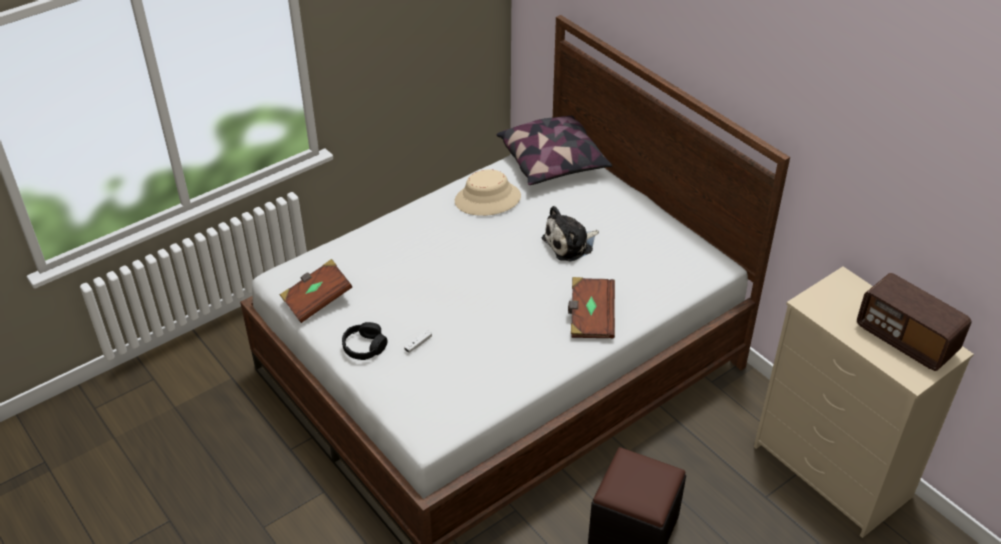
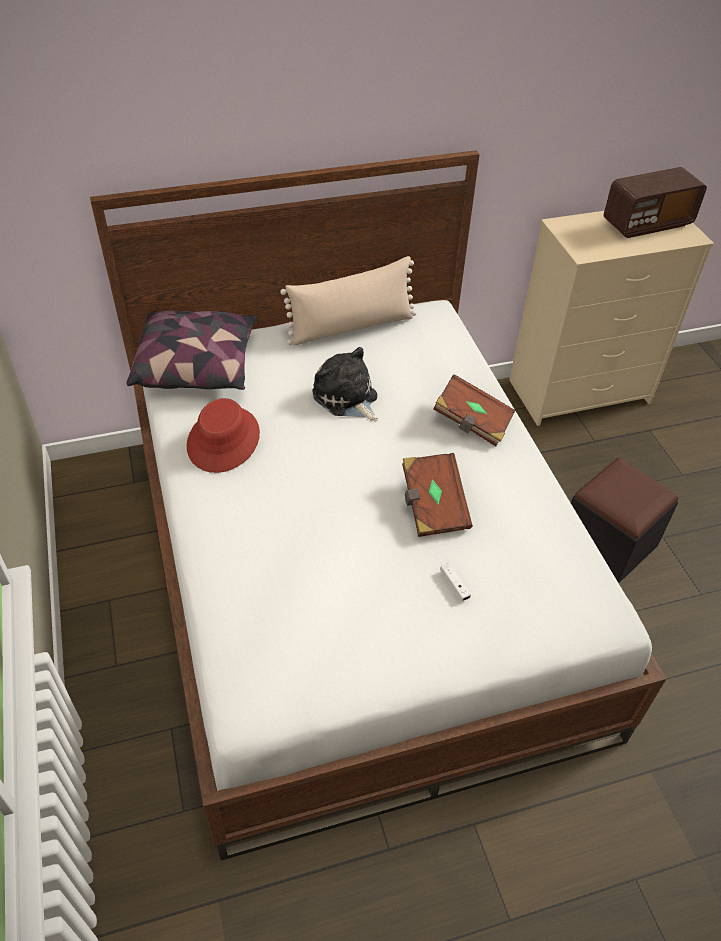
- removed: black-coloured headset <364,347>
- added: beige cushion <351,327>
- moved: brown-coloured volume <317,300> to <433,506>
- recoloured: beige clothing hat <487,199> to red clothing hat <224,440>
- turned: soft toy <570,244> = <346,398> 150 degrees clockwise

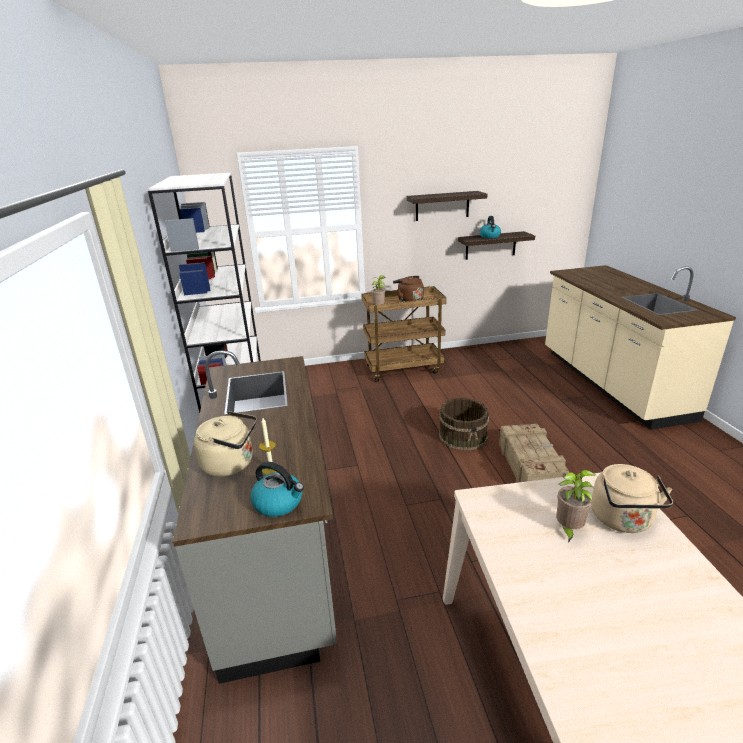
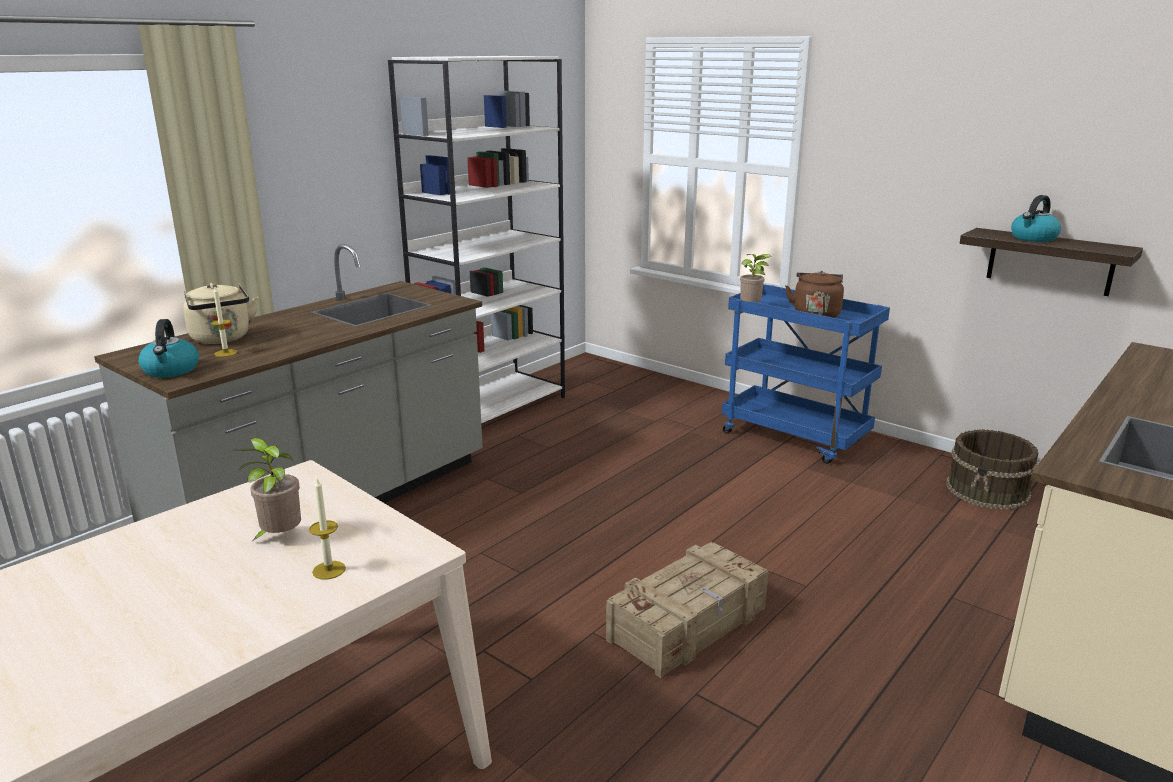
- removed: bracket shelf <442,206>
- moved: brown-coloured water bucket <463,436> to <988,490>
- replaced: beige tea kettle <623,520> to wax candle <329,570>
- recoloured: brown-coloured cart <404,368> to blue cart <796,437>

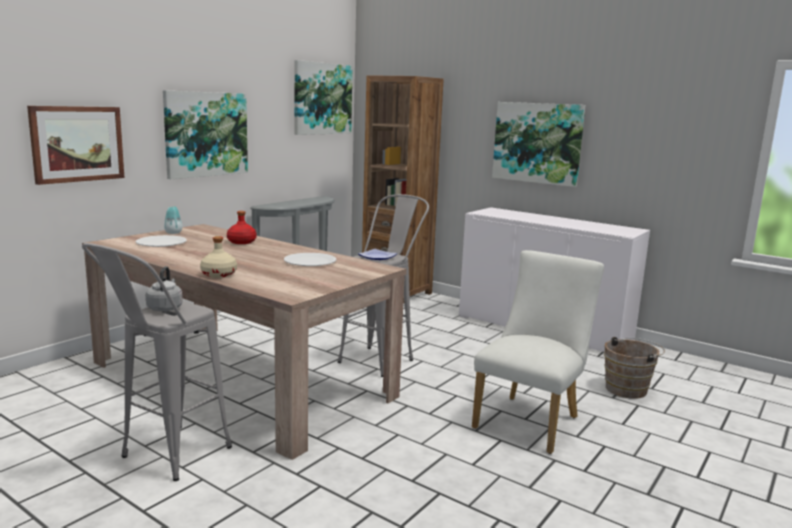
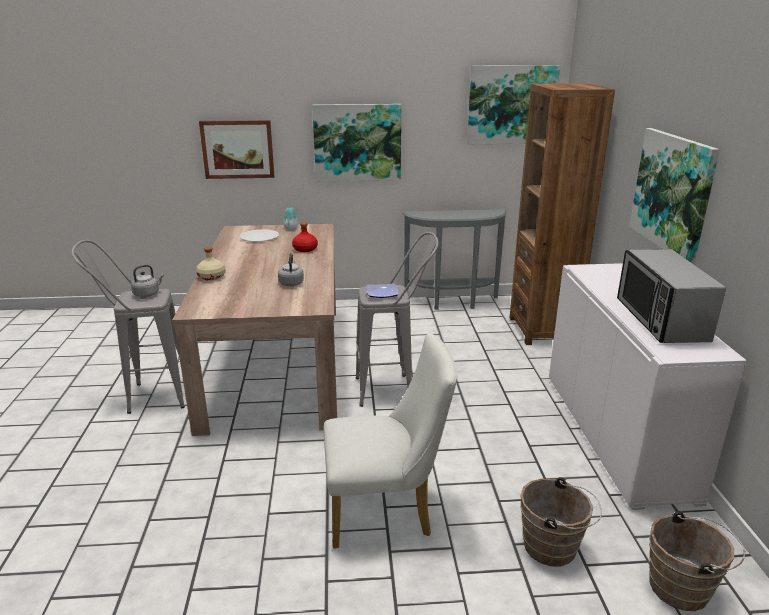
- added: microwave oven <660,320>
- added: brown-coloured water bucket <684,588>
- replaced: white-coloured plate <310,261> to greyish tea kettle <291,283>

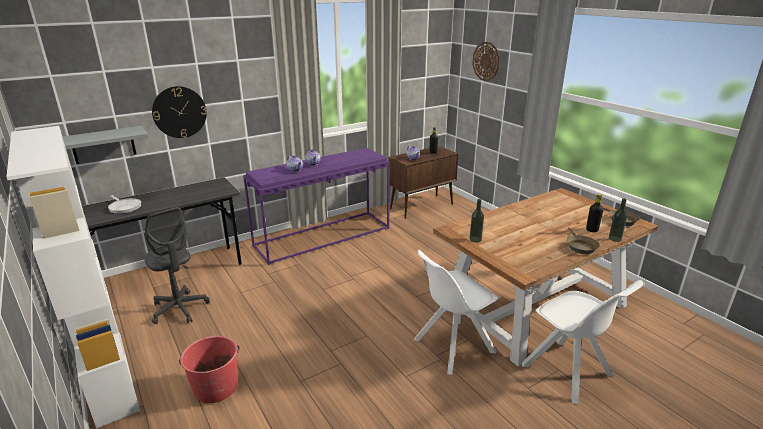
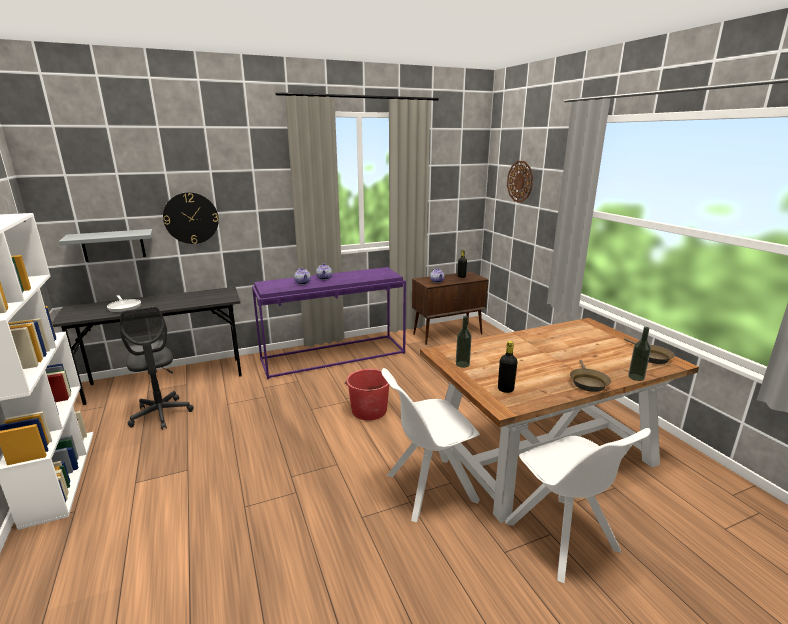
- moved: red water bucket <215,386> to <369,410>
- moved: black-coloured bottle <592,230> to <505,389>

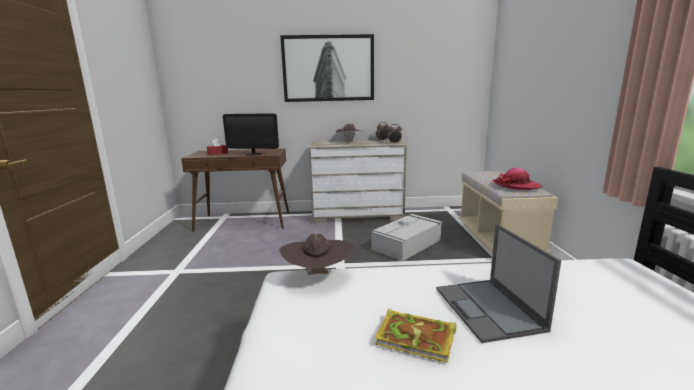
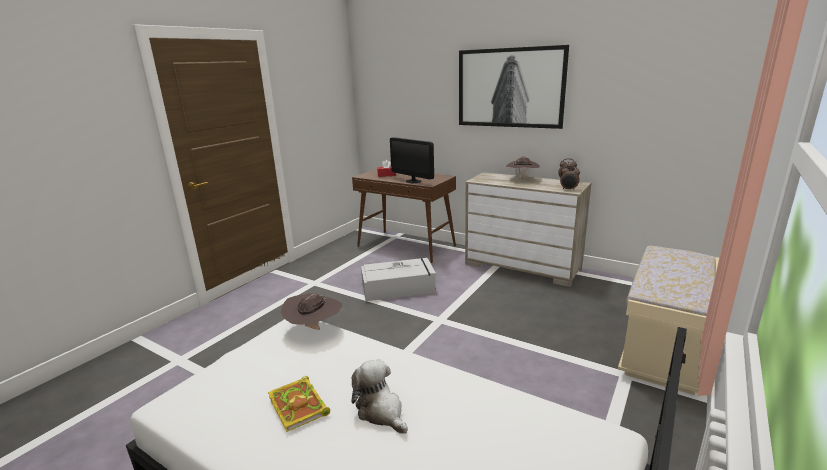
- removed: clothing hat <516,186>
- moved: greyish storage container <407,244> to <399,287>
- replaced: portable computer <489,309> to soft toy <381,411>

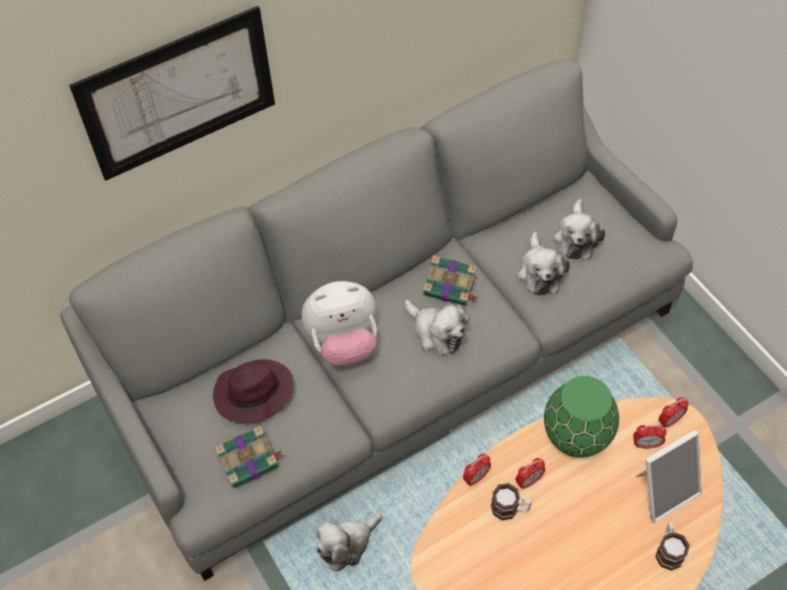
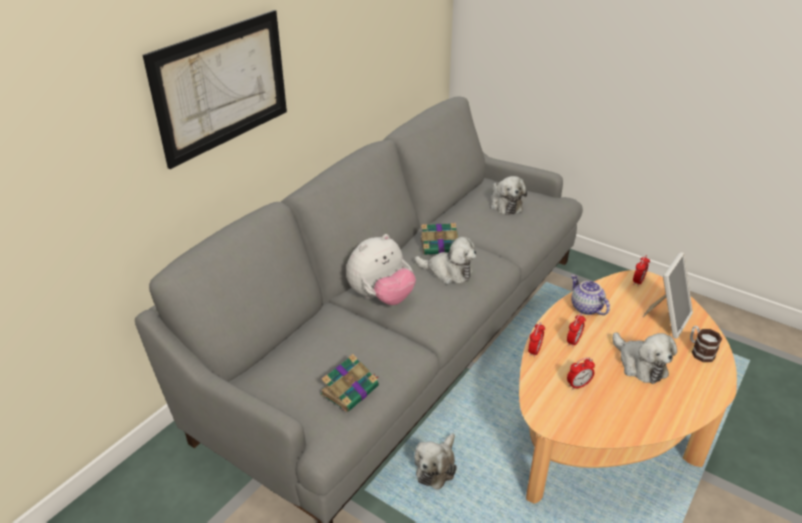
- removed: purple-coloured clothing hat <253,394>
- removed: mug <510,509>
- moved: soft toy <539,272> to <640,364>
- moved: alarm clock <646,444> to <578,385>
- replaced: green-coloured decorative vase <575,438> to pot for tea <585,308>

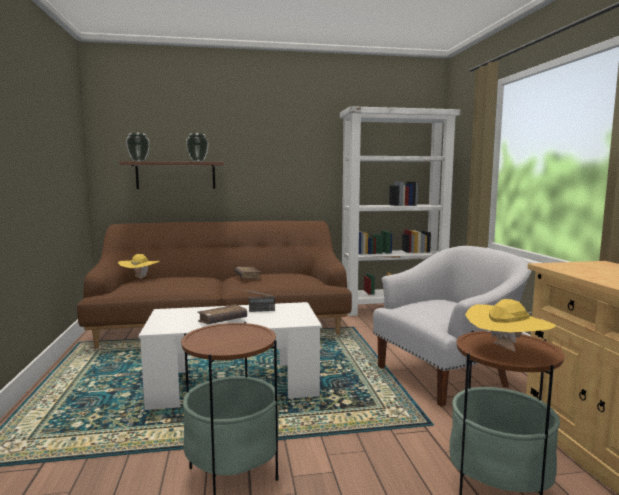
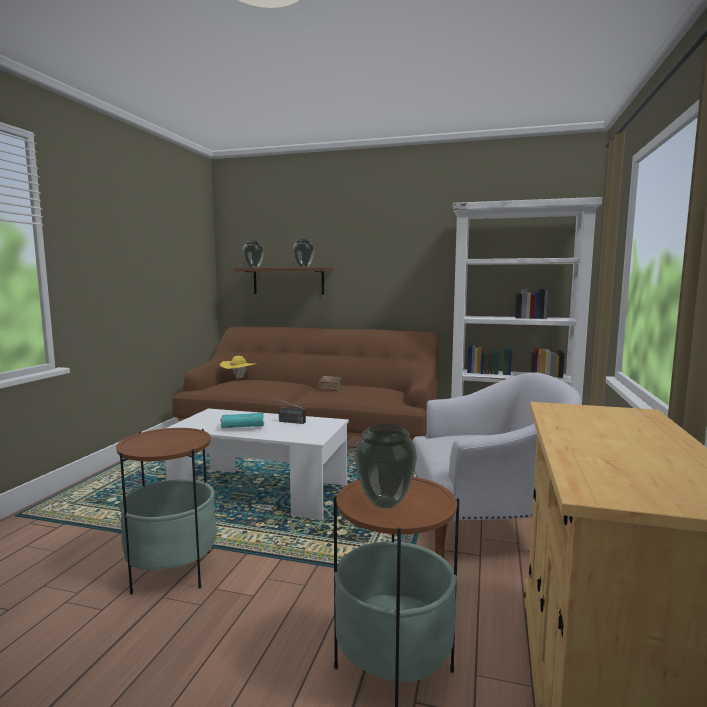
- replaced: yellow clothing hat <506,351> to decorative vase <384,502>
- recoloured: brown-coloured volume <222,321> to turquoise-coloured volume <243,427>

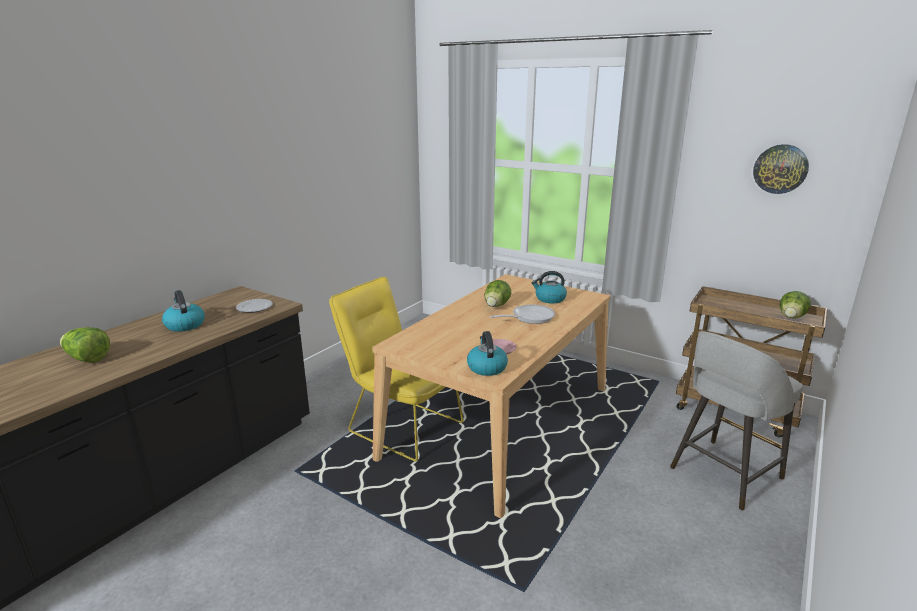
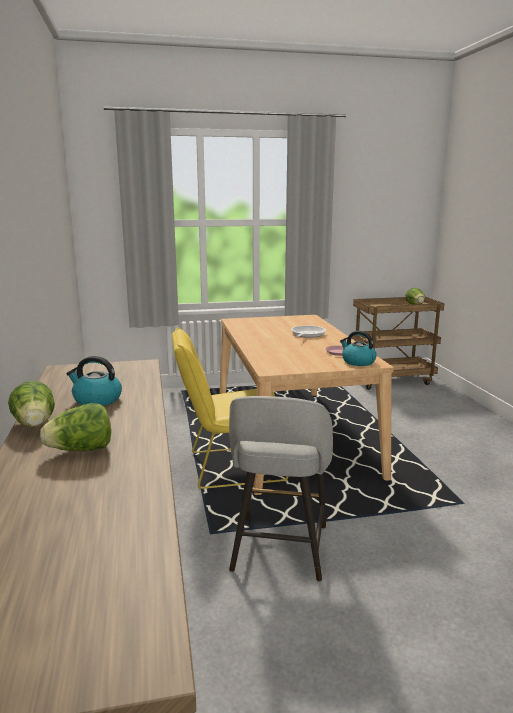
- removed: plate <255,307>
- removed: tea kettle <549,299>
- removed: wall clock <780,169>
- moved: lettuce <496,306> to <35,425>
- moved: greyish stool seat <723,474> to <279,550>

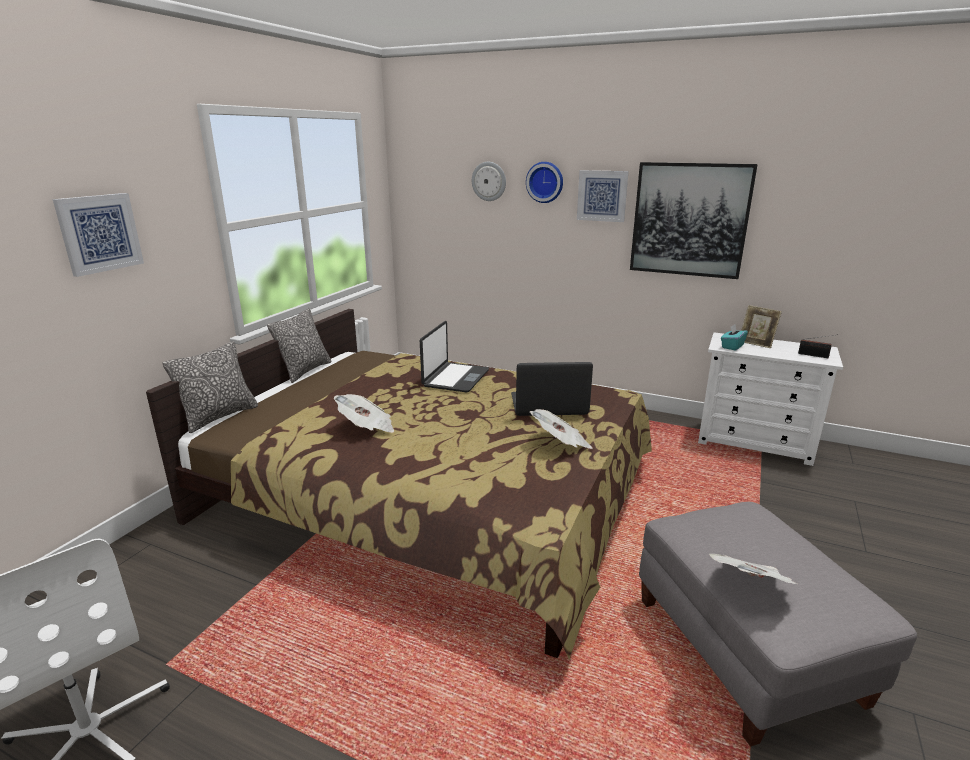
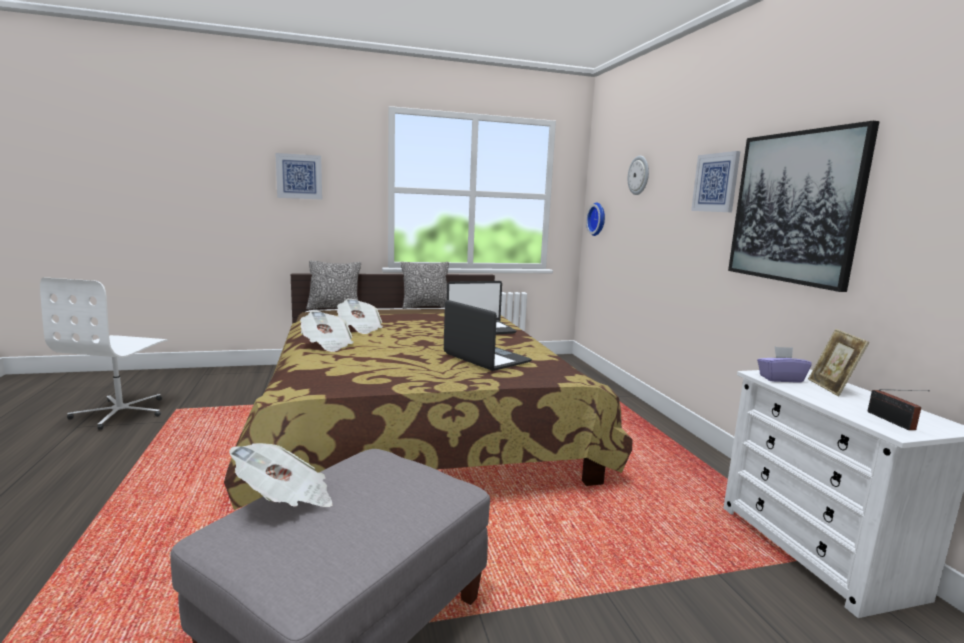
- moved: wall clock <545,182> to <598,219>
- moved: daily paper <561,444> to <327,345>
- recoloured: turquoise-coloured tissue box <732,346> to purple-coloured tissue box <780,379>

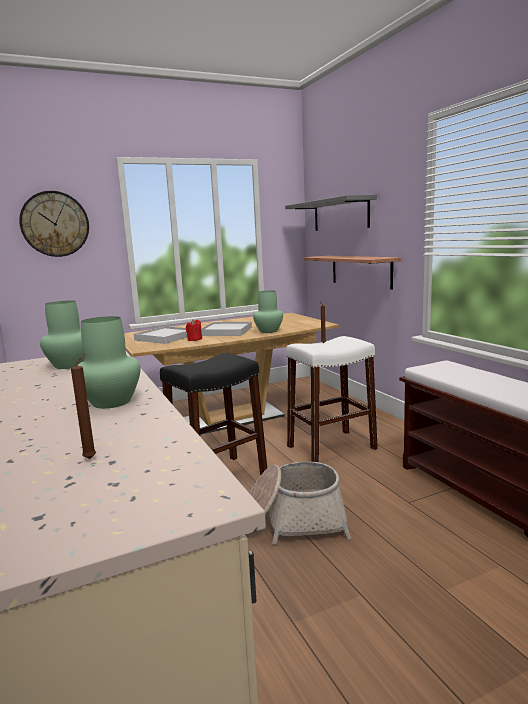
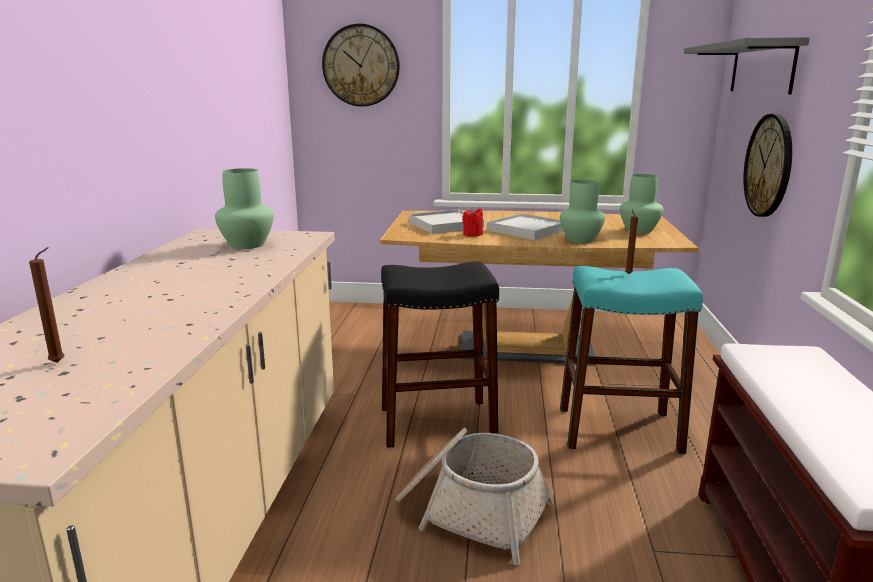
- moved: green-coloured decorative vase <110,402> to <638,230>
- replaced: bracket shelf <360,271> to wall clock <769,166>
- recoloured: white-coloured stool seat <331,448> to turquoise-coloured stool seat <618,429>

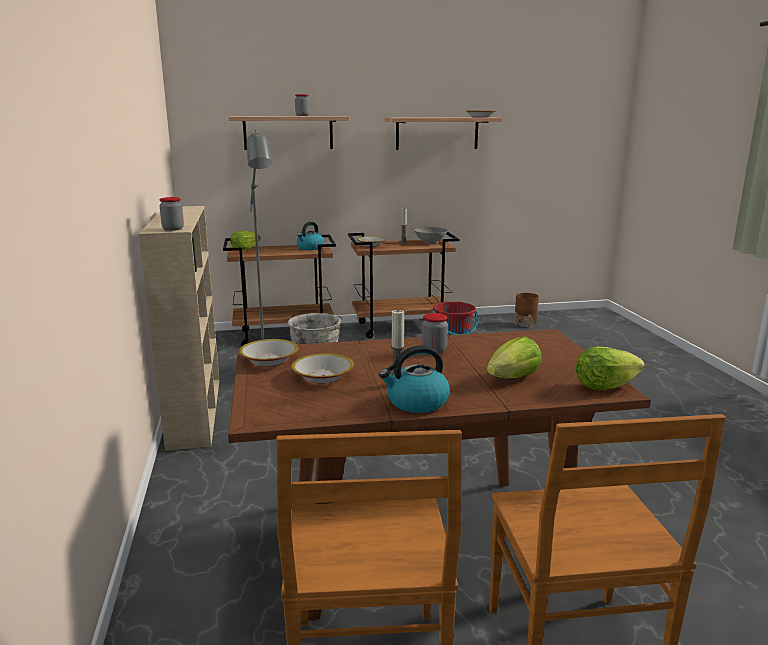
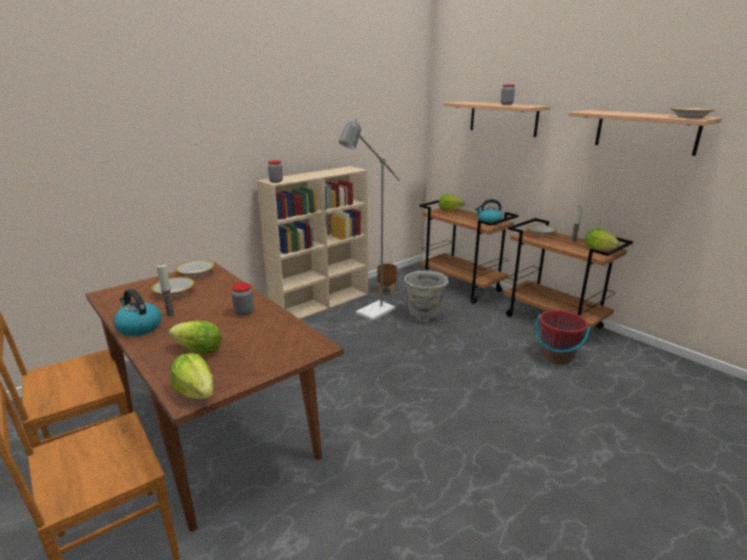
- moved: brown-coloured flower pot <524,324> to <386,291>
- replaced: greyish serving bowl <430,242> to lettuce <599,249>

